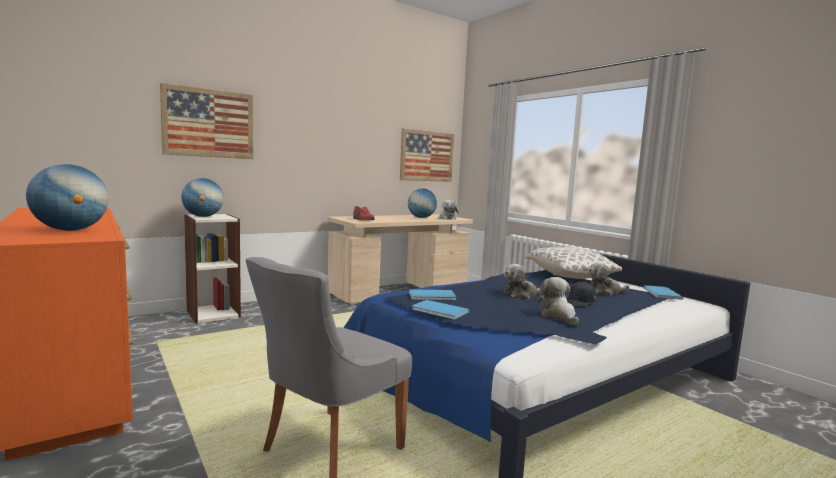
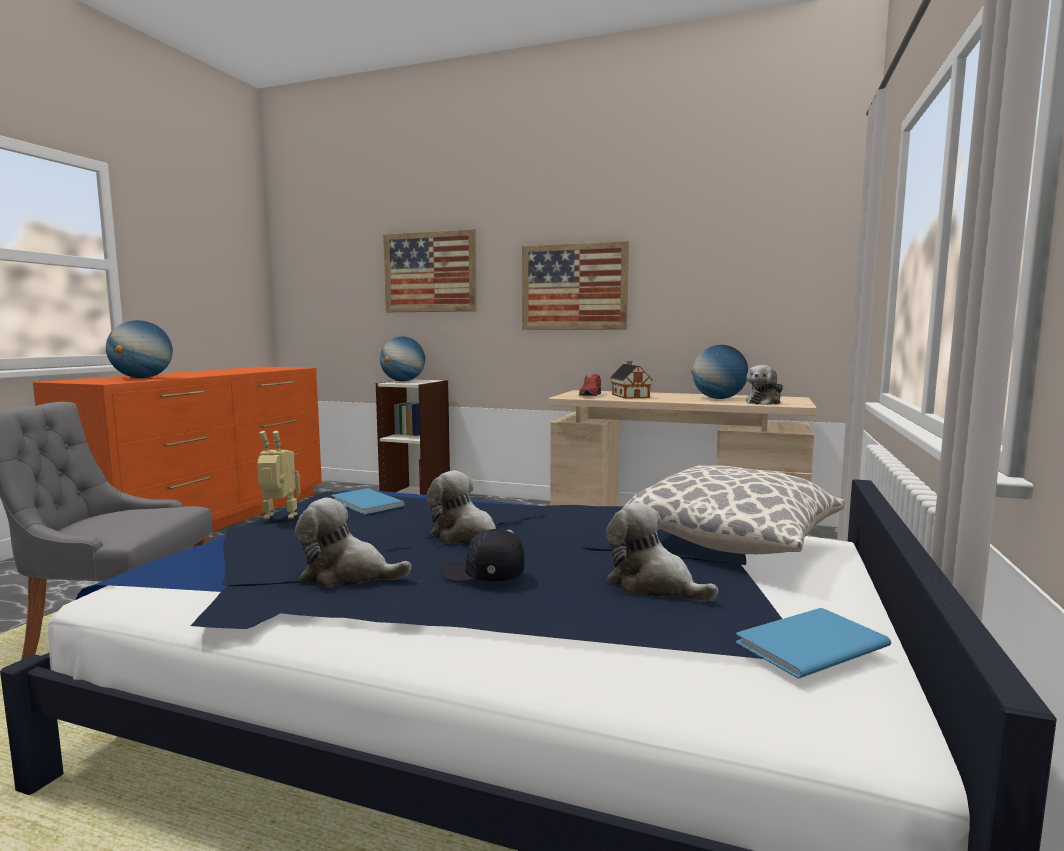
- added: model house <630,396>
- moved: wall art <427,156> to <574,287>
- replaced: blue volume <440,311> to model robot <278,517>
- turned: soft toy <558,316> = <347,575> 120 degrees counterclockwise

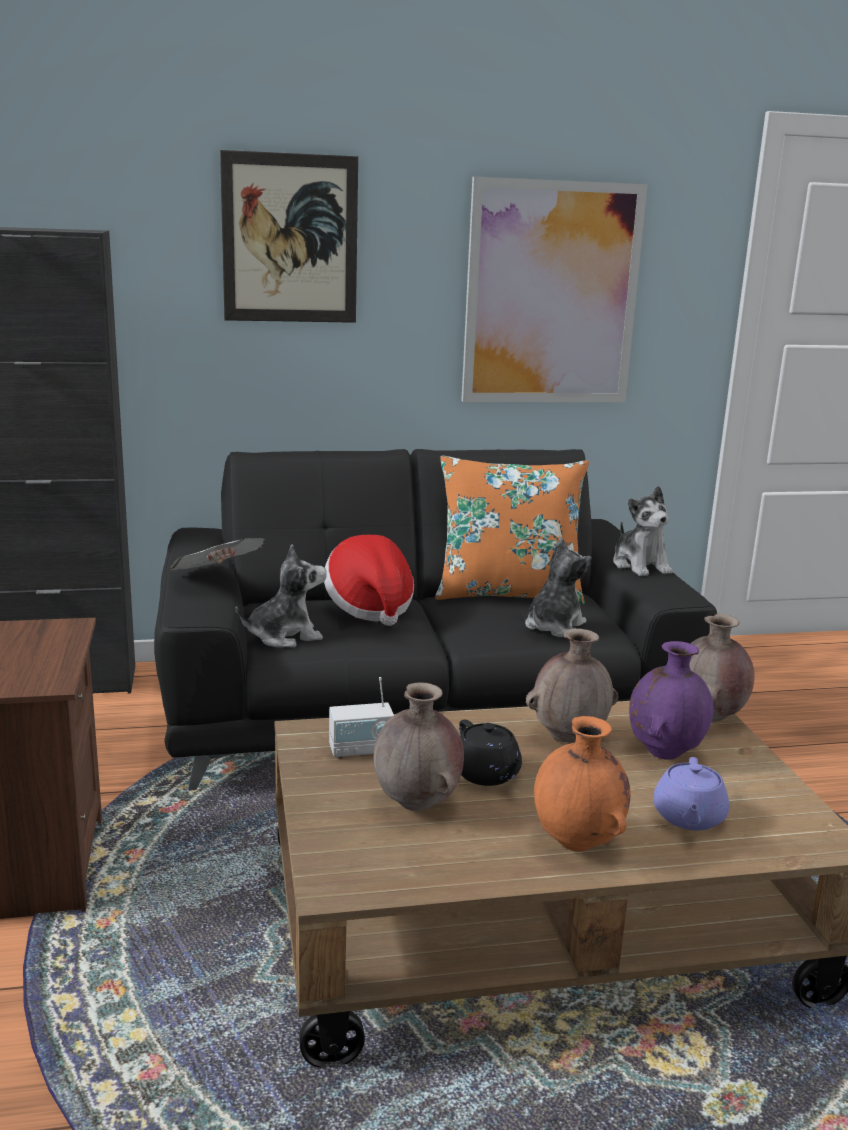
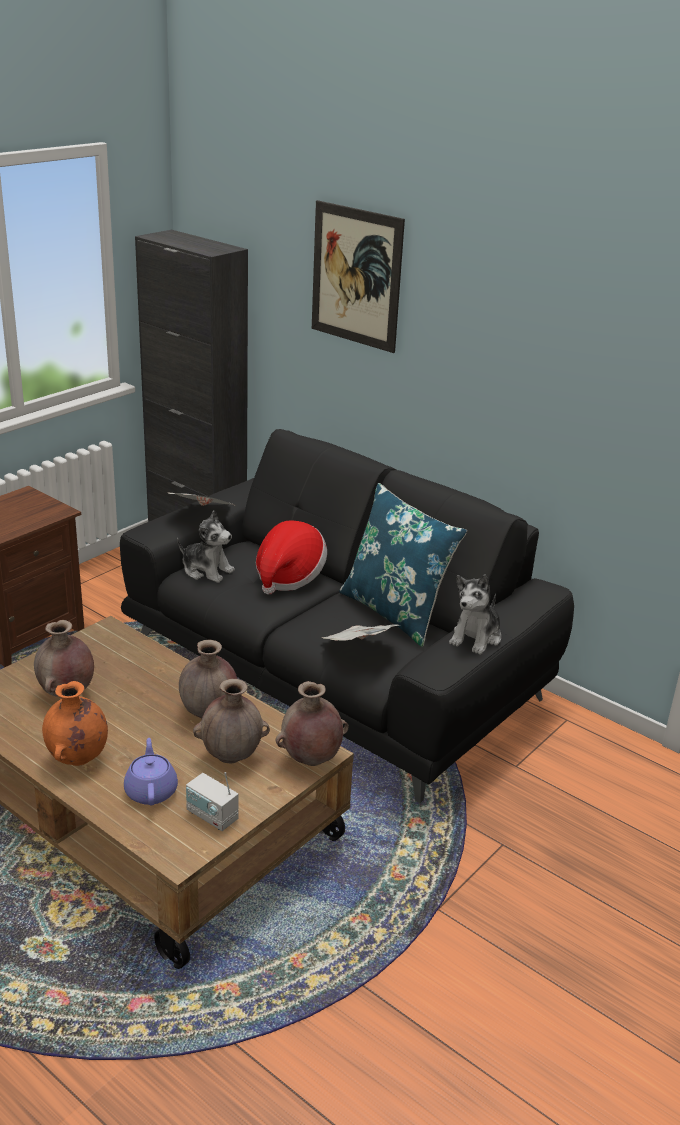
- removed: black-coloured pot for tea <487,774>
- removed: wall art <551,294>
- moved: radio set <361,750> to <212,816>
- replaced: soft toy <553,627> to daily paper <359,649>
- recoloured: orange cushion <508,593> to blue cushion <395,612>
- recoloured: purple-coloured decorative vase <665,752> to brown-coloured decorative vase <232,756>
- turned: purple-coloured pot for tea <688,817> = <151,790> 105 degrees clockwise

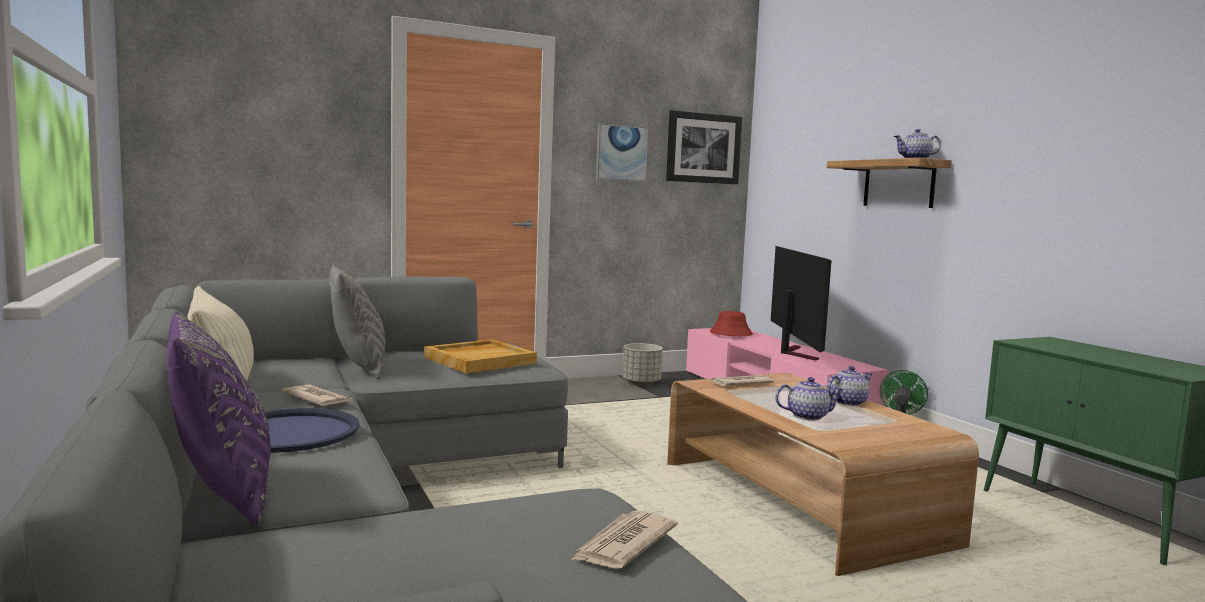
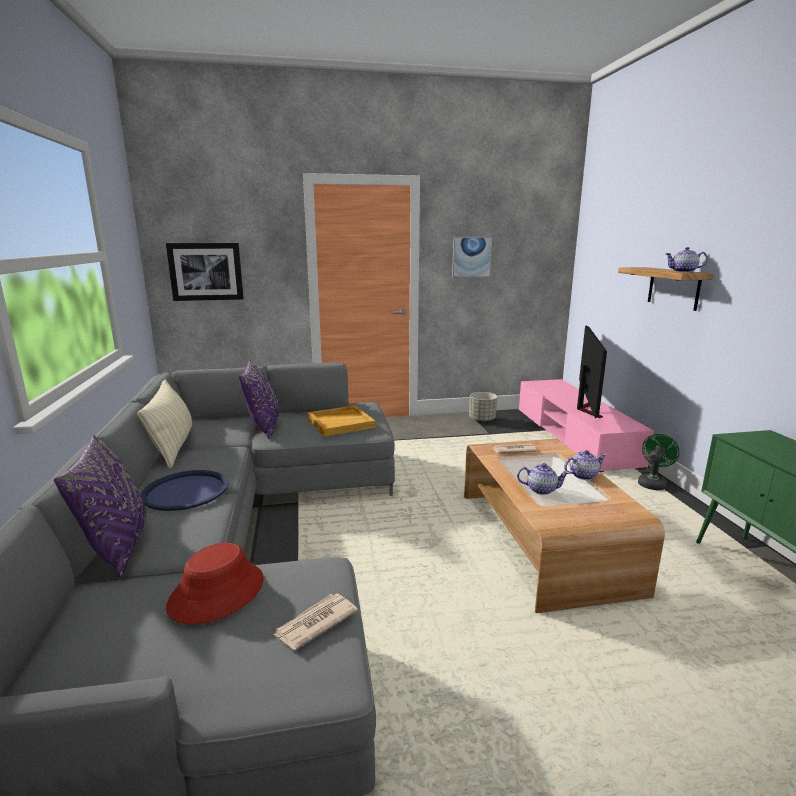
- removed: daily paper <317,399>
- moved: wall art <703,148> to <206,271>
- moved: red clothing hat <730,334> to <217,592>
- recoloured: greyish cushion <358,368> to purple-coloured cushion <263,427>

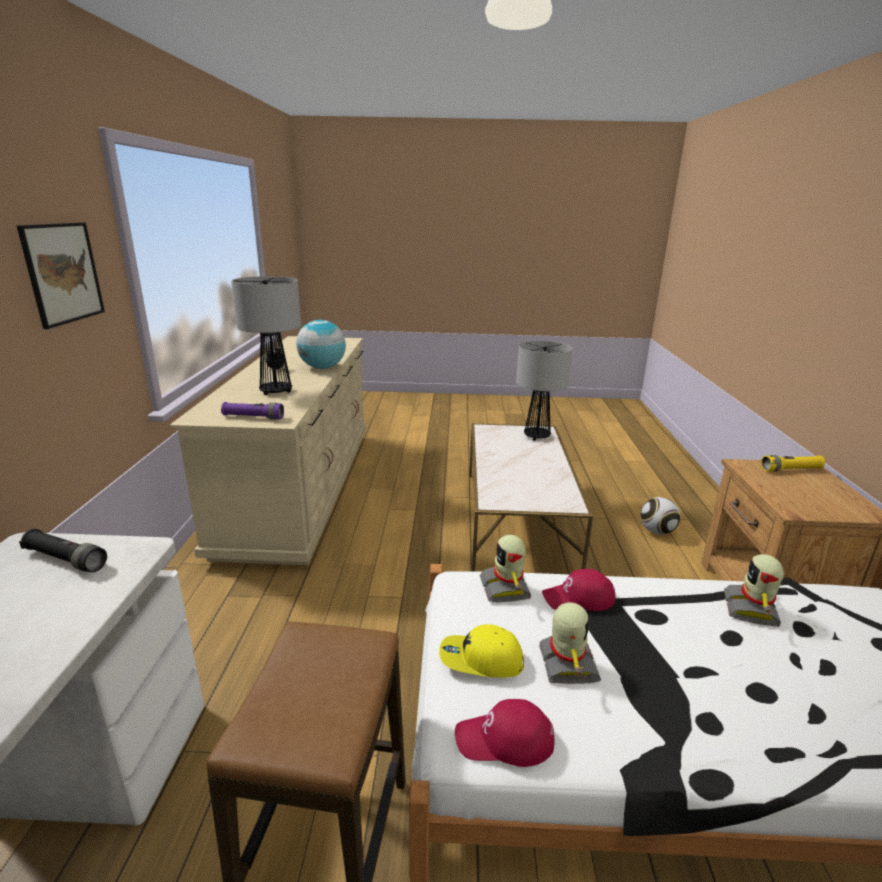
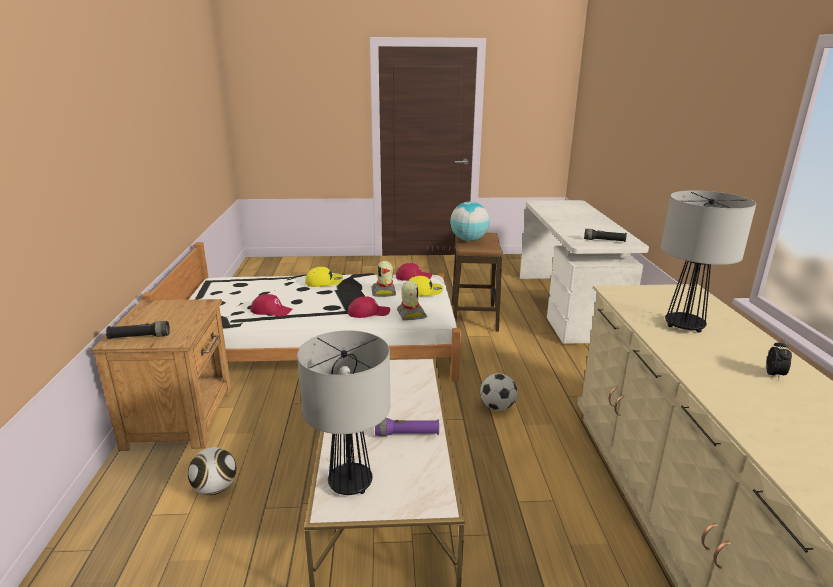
- removed: wall art <63,273>
- added: yellow peaked cap <324,282>
- added: ball for football <497,407>
- moved: purple-coloured flashlight <253,417> to <407,434>
- moved: desk globe <322,368> to <468,240>
- replaced: model robot <752,609> to red peaked cap <271,310>
- recoloured: yellow flashlight <790,470> to black-coloured flashlight <139,337>

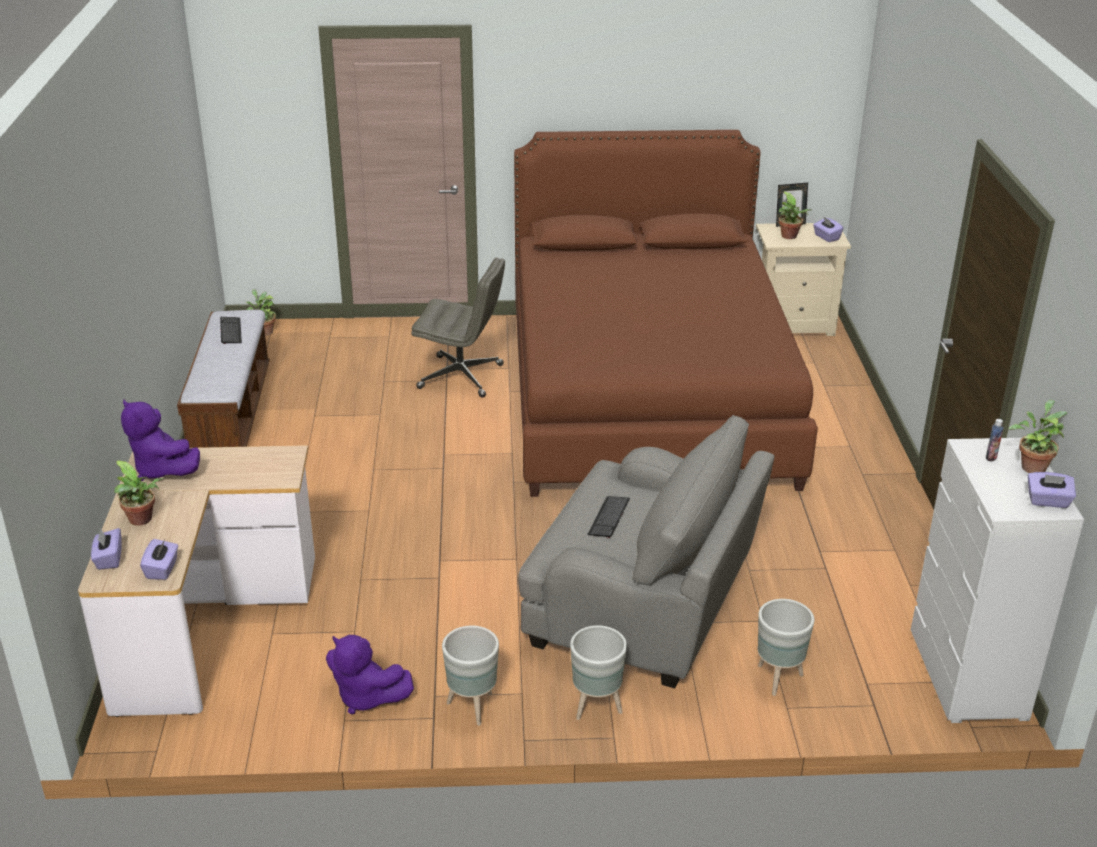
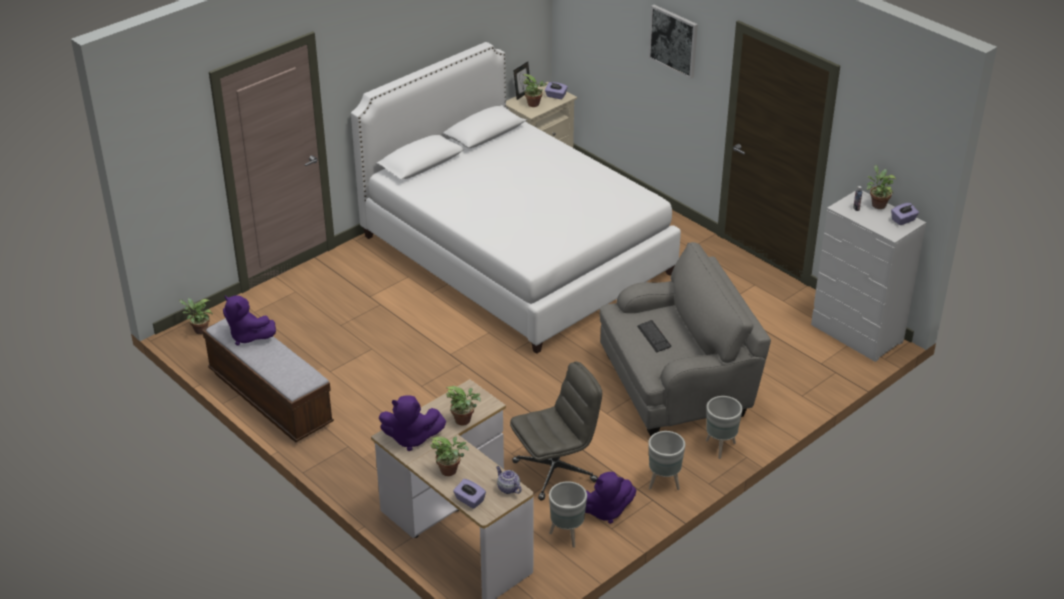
- added: plant in a pot <465,420>
- added: wall art <674,40>
- moved: greyish computer chair <462,376> to <555,471>
- moved: greyish flower pot <777,678> to <566,535>
- replaced: purple-coloured tissue box <162,569> to pot for tea <508,488>
- replaced: computer keyboard <231,331> to purple-coloured soft toy <247,336>
- recoloured: brown-coloured bed <646,395> to white-coloured bed <516,255>

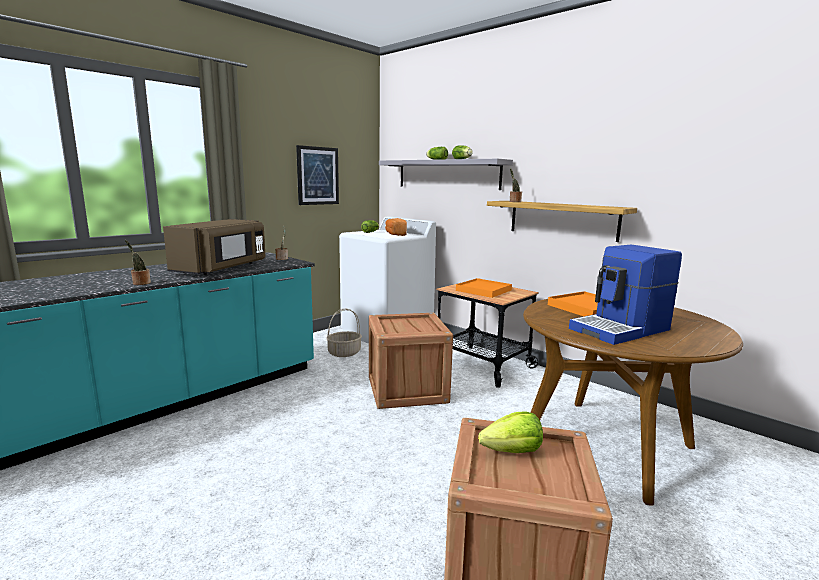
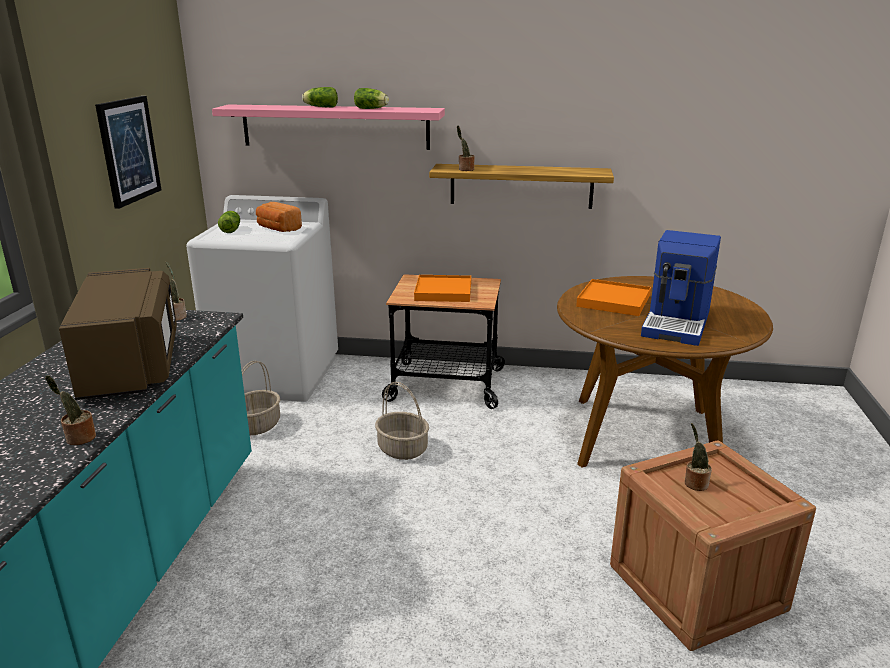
- replaced: crate <407,390> to basket <403,449>
- replaced: lettuce <512,451> to plant in a pot <694,483>
- recoloured: greyish bracket shelf <447,174> to pink-coloured bracket shelf <335,127>

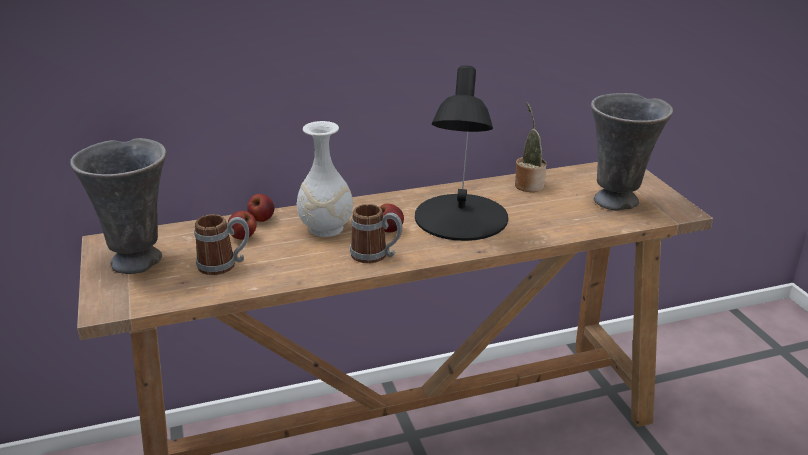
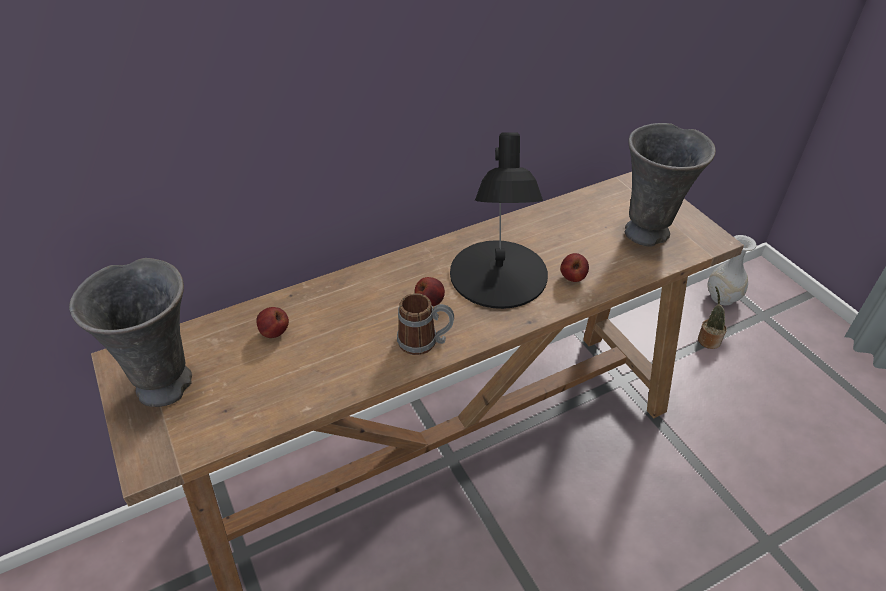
- removed: mug <224,265>
- moved: whole apple <261,219> to <572,277>
- moved: white-coloured decorative vase <325,228> to <722,297>
- moved: plant in a pot <528,184> to <708,339>

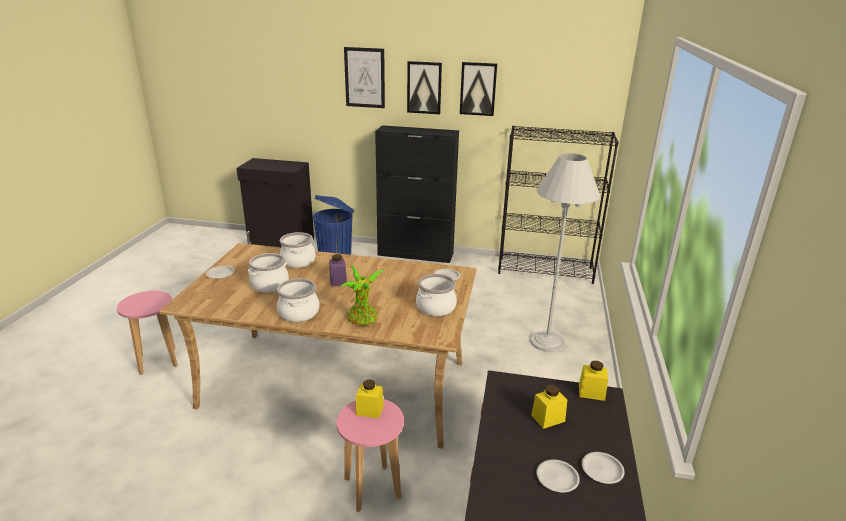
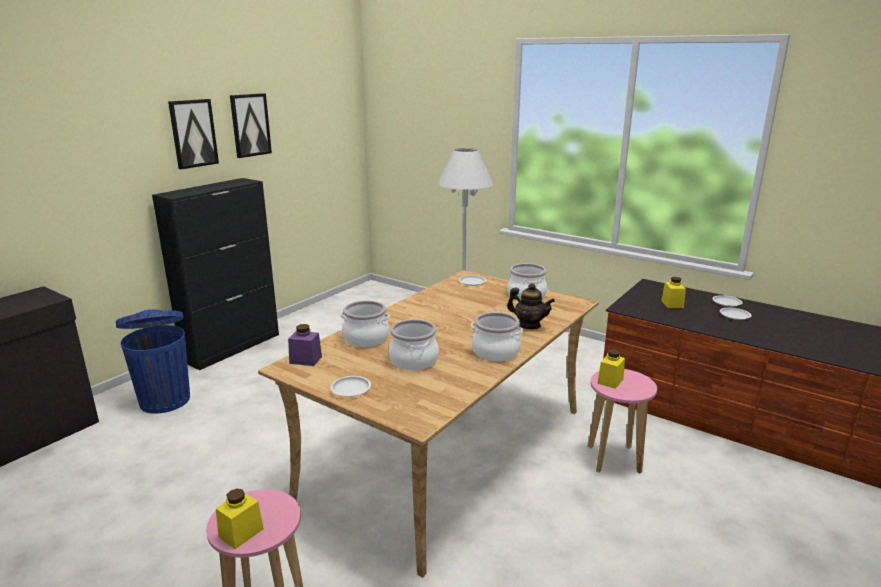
- removed: wall art <364,78>
- removed: black-coloured bookshelf <546,270>
- moved: purple-coloured preserve jar <338,281> to <305,360>
- moved: yellow preserve jar <591,392> to <241,533>
- replaced: plant in a pot <363,319> to pot for tea <529,325>

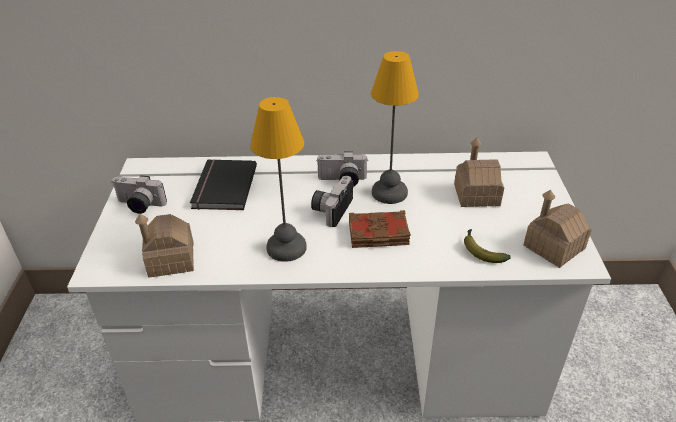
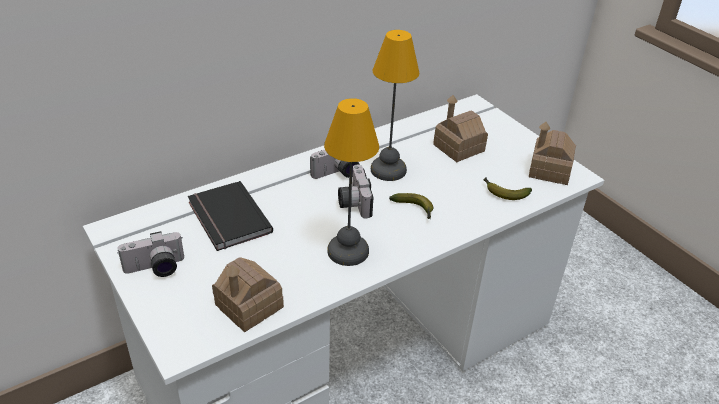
- replaced: brown-coloured volume <378,234> to banana <414,209>

